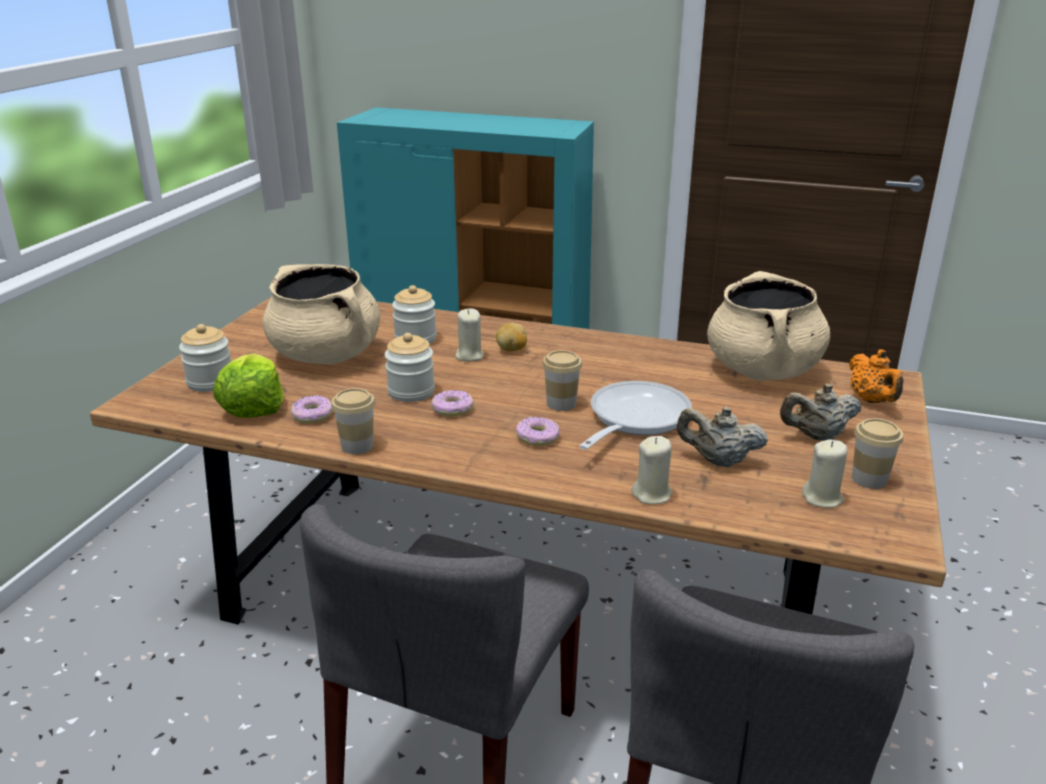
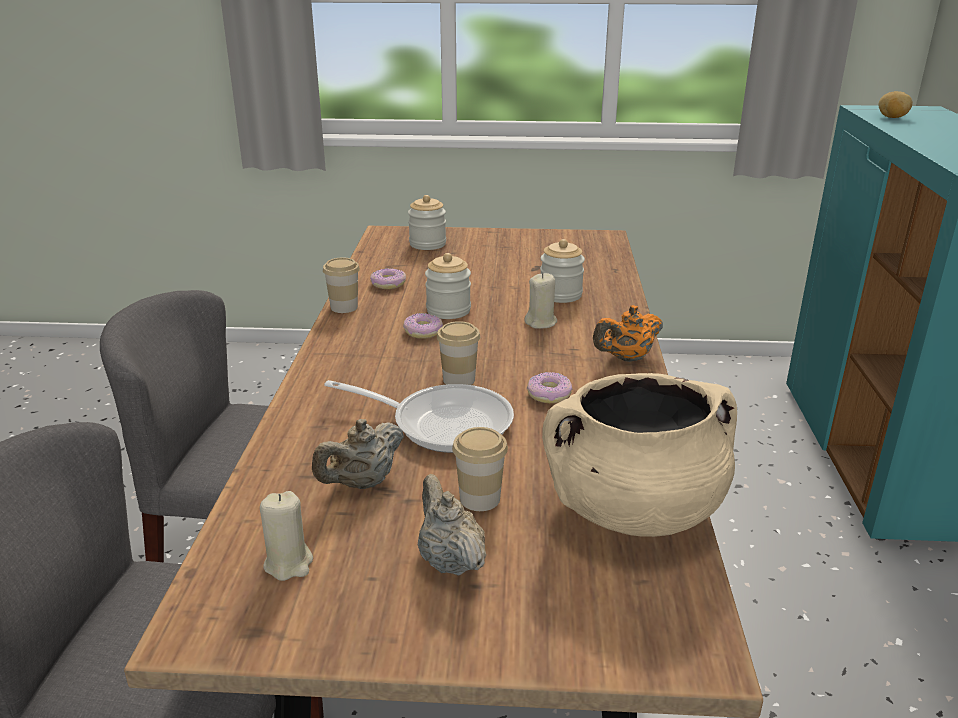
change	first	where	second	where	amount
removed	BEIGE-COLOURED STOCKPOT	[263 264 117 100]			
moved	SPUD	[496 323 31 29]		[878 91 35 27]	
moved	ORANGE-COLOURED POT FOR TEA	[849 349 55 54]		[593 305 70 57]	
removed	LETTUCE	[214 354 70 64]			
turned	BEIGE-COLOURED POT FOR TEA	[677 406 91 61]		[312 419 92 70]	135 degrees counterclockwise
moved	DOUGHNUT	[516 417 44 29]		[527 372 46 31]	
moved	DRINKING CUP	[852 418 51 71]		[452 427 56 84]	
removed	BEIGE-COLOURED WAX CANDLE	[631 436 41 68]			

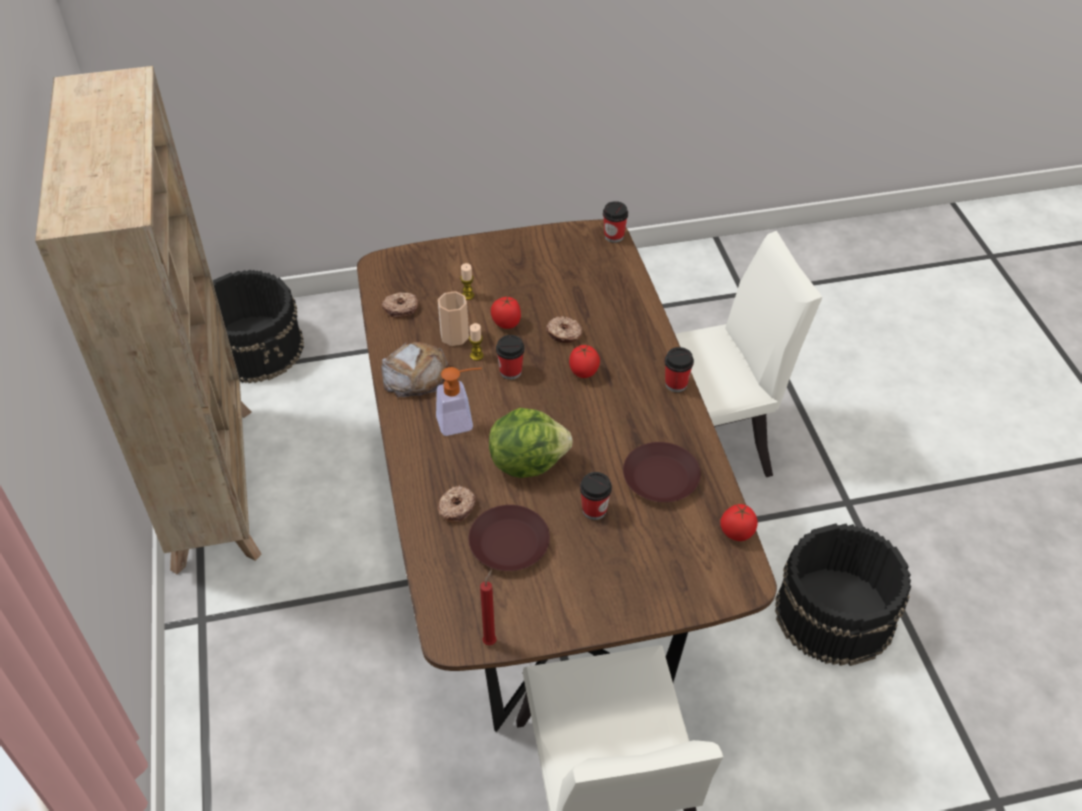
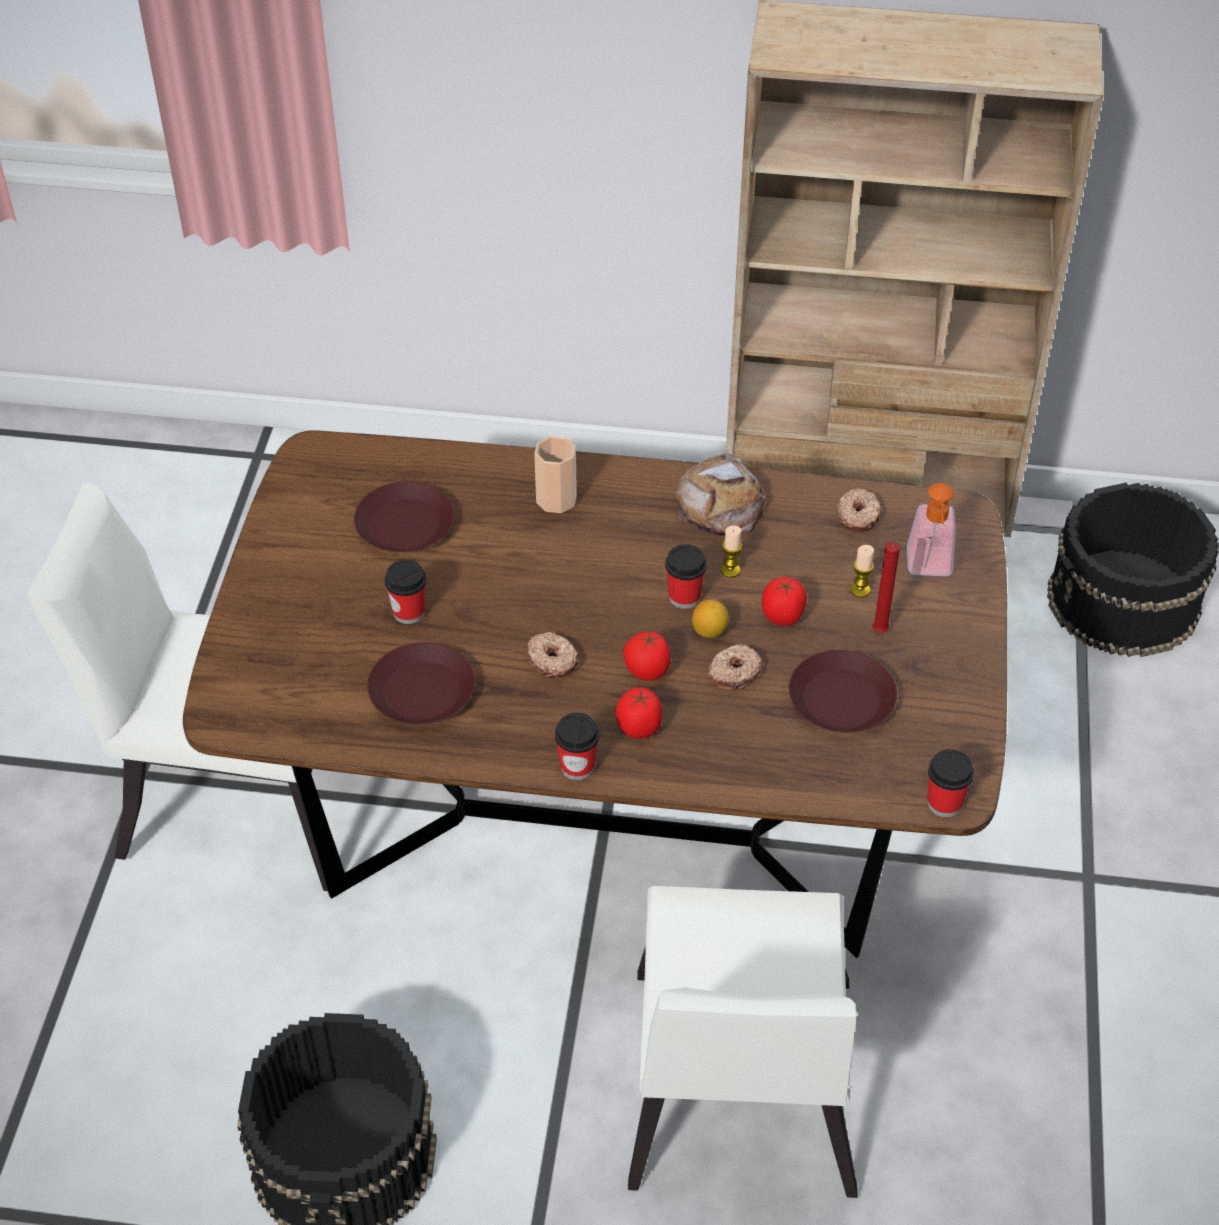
change	first	where	second	where	amount
moved	DRINKING CUP	[438 291 31 55]		[534 436 43 77]	
moved	LIQUID SOAP BOTTLE	[436 367 46 69]		[907 483 49 93]	
removed	LETTUCE	[489 408 84 70]			
moved	DOUGHNUT	[437 485 39 38]		[527 632 52 46]	
moved	WHOLE TOMATO	[720 504 38 37]		[615 687 47 52]	
moved	RED-COLOURED WAX CANDLE	[480 570 17 75]		[873 541 33 92]	
added			LEMON	[692 599 37 39]	
added			BROWN-COLOURED DINNER PLATE	[789 650 108 83]	

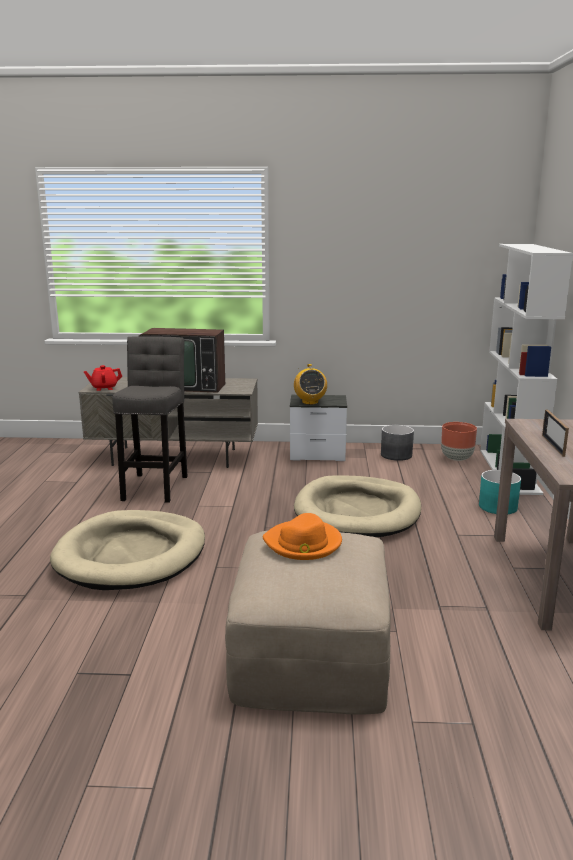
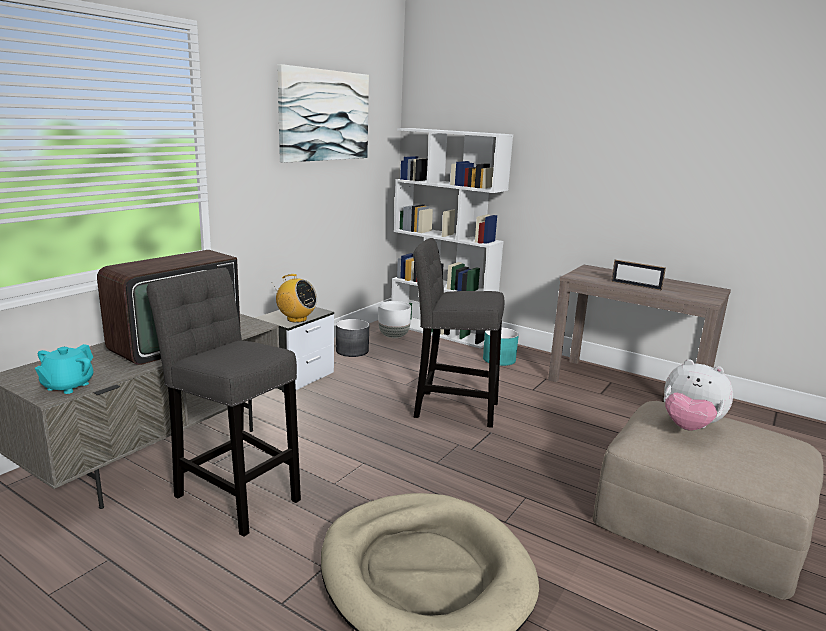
change	first	where	second	where	amount
recoloured	RED-COLOURED POT FOR TEA	[84 365 38 26]	TURQUOISE POT FOR TEA	[35 344 59 50]	
recoloured	BROWN-COLOURED PLANT POT	[441 422 36 39]	WHITE PLANT POT	[379 301 32 37]	
replaced	BEIGE-COLOURED DOG CUSHION	[294 475 127 62]	GREYISH STOOL	[413 238 91 190]	
replaced	ORANGE-COLOURED CLOTHING HAT	[263 513 79 47]	PLUSH TOY	[664 359 69 72]	
added			WALL ART	[277 64 92 99]	

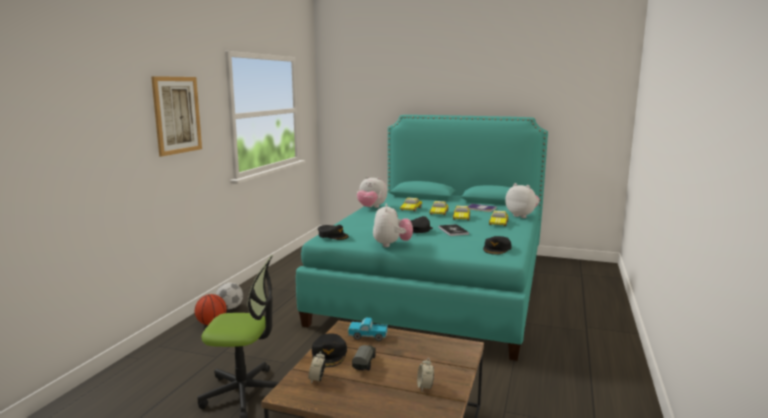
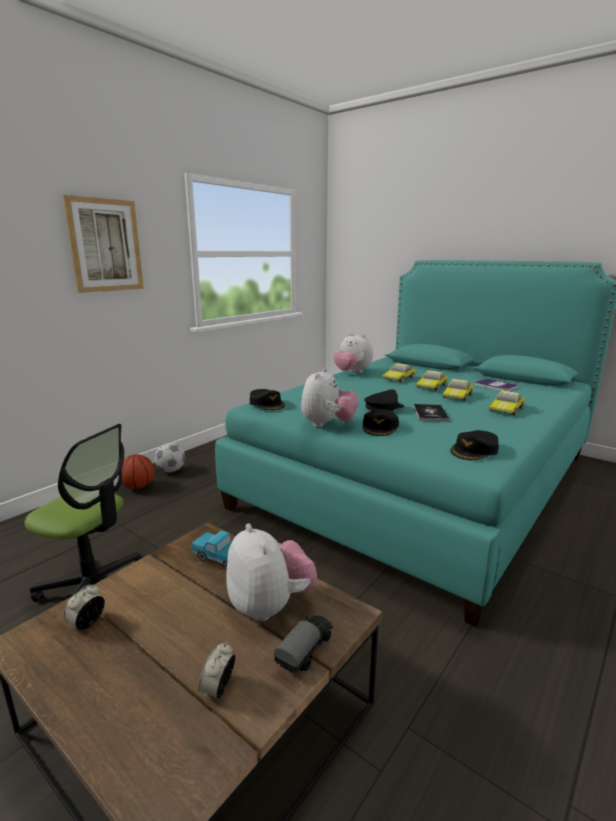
change	first	where	second	where	amount
moved	PLUSH TOY	[505 183 35 35]		[227 523 90 98]	
moved	BLACKISH BASEBALL CAP	[312 333 35 34]		[363 409 36 27]	
moved	MODEL TRUCK	[352 345 24 26]		[274 616 59 57]	

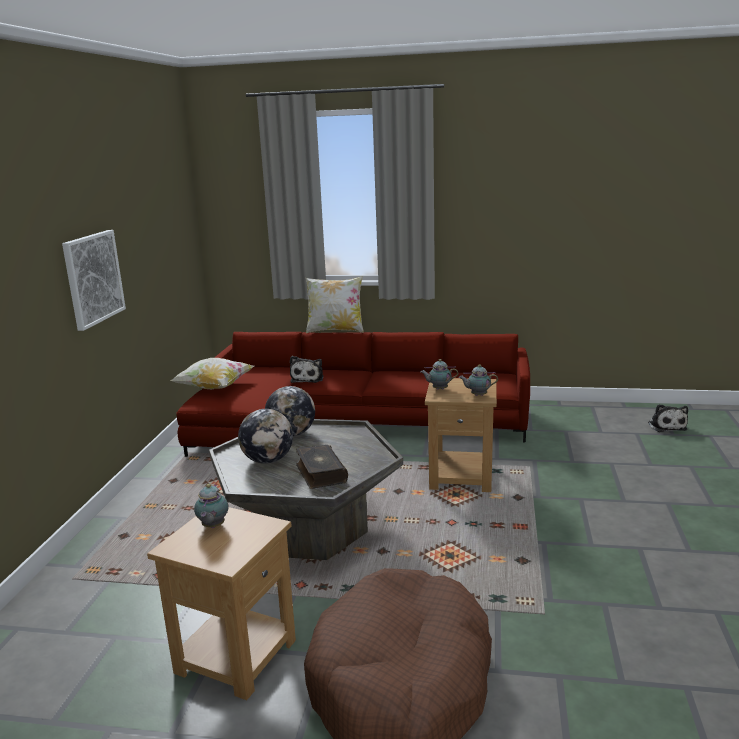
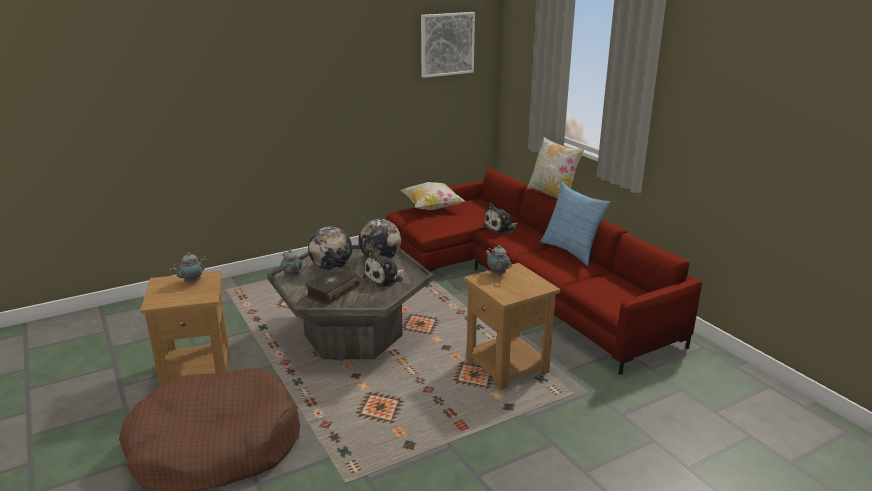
change	first	where	second	where	amount
moved	WALL ART	[62 230 64 101]		[421 12 54 66]	
moved	POT FOR TEA	[459 364 39 32]		[281 249 21 29]	
moved	PLUSH TOY	[648 404 40 28]		[363 249 42 38]	
added			PILLOW	[540 182 71 84]	

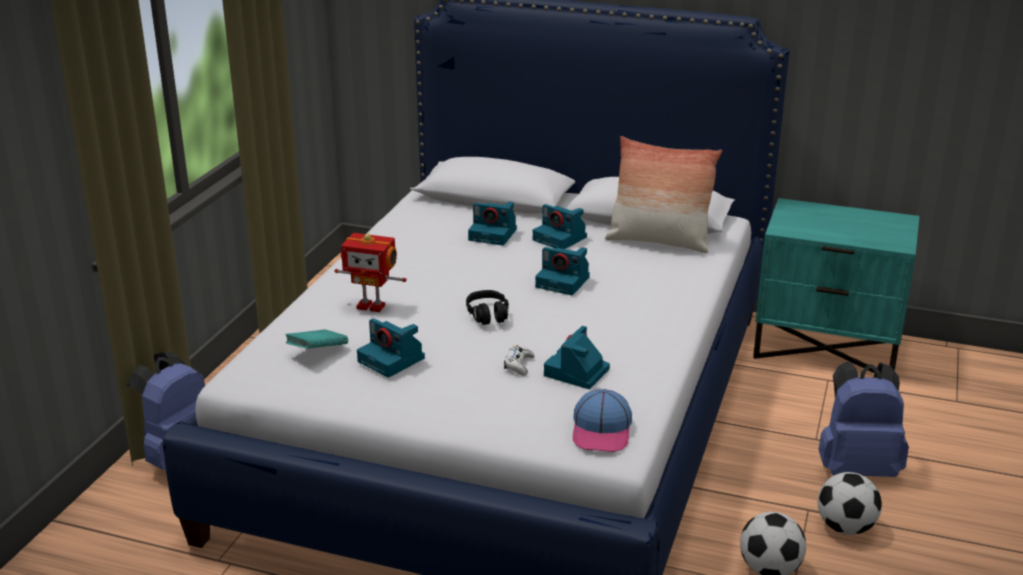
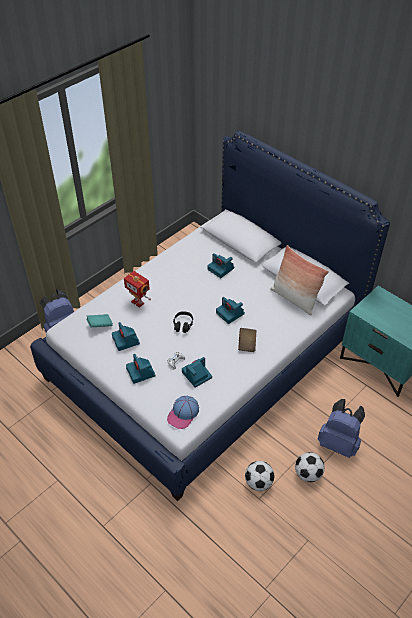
change	first	where	second	where	amount
moved	PHOTO CAMERA	[533 204 54 45]		[126 354 29 30]	
added			BROWN-COLOURED VOLUME	[238 328 19 24]	

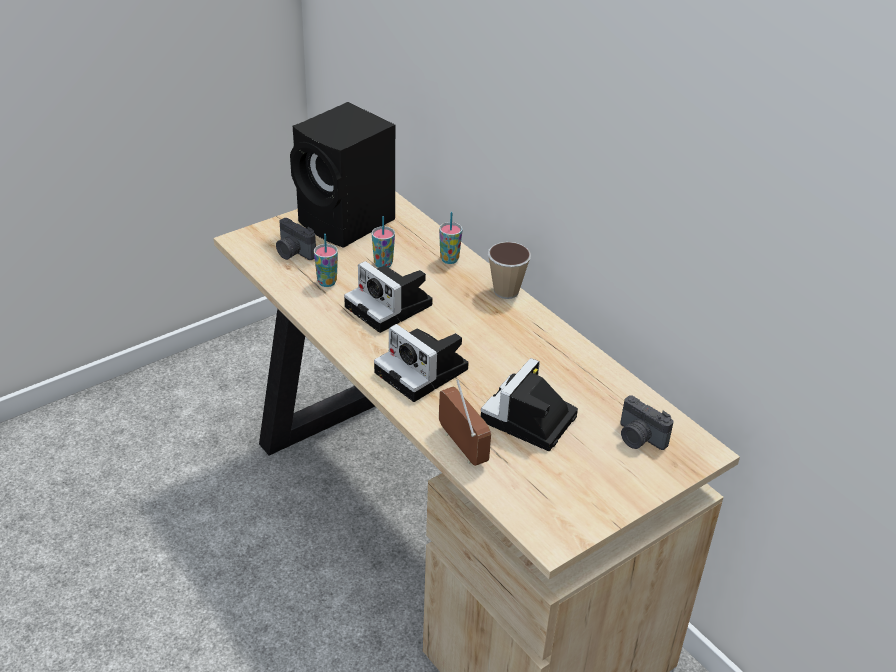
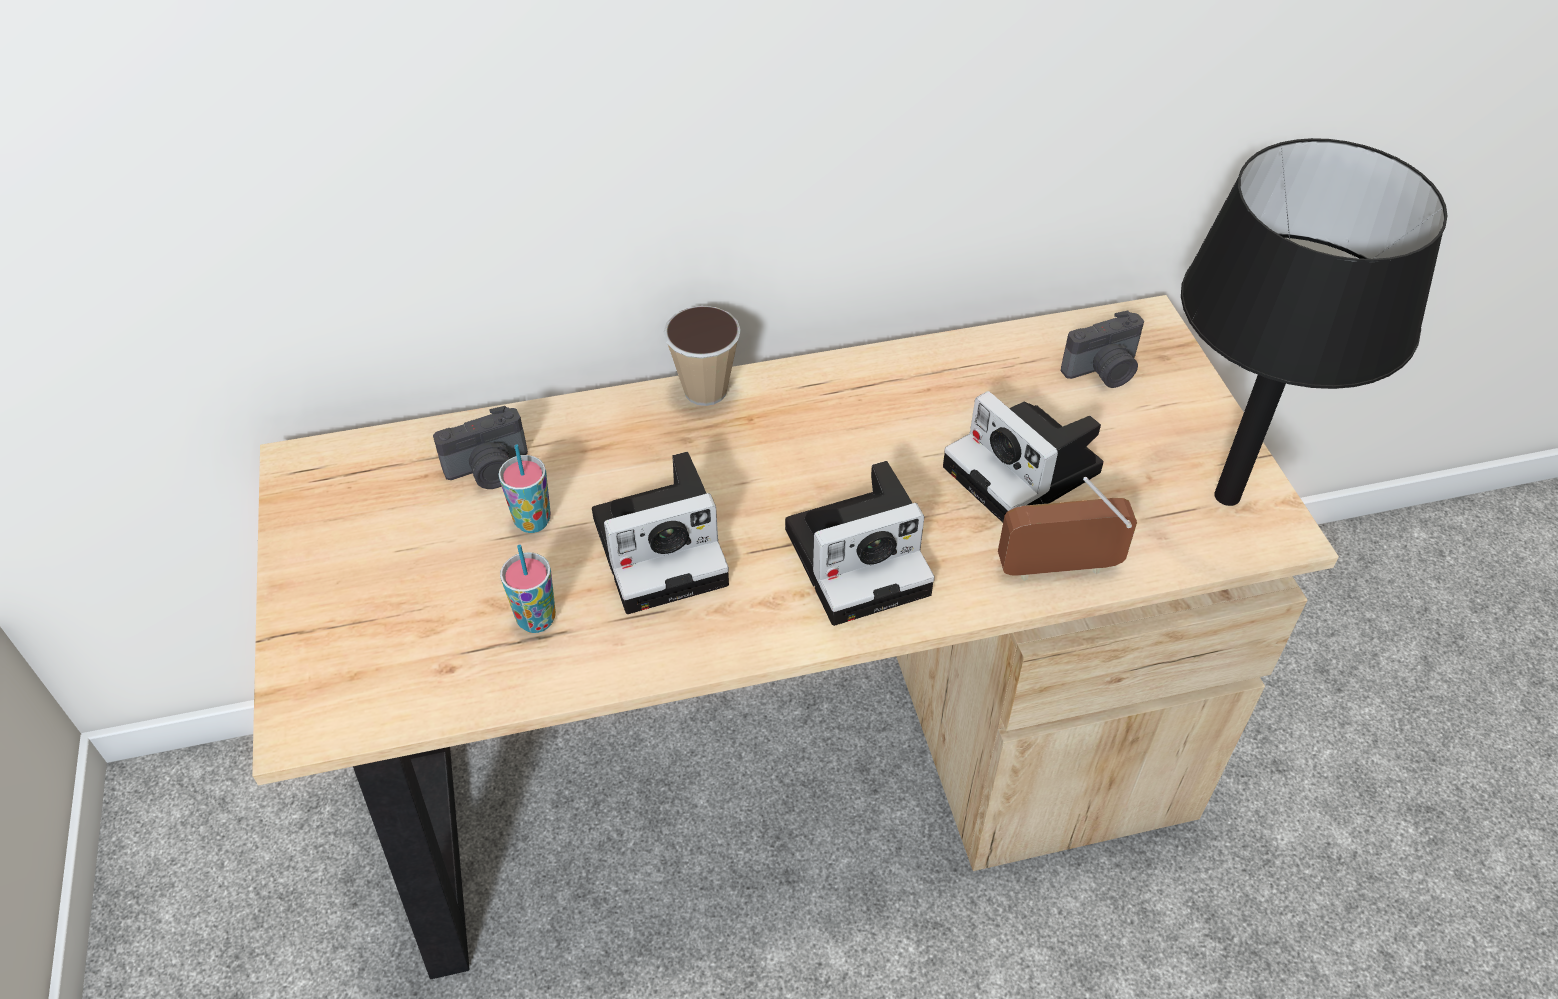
change	first	where	second	where	amount
removed	BLACKISH LOUDSPEAKER	[290 102 105 146]			
removed	DRINKING CUP	[439 212 24 52]			
moved	PHOTO CAMERA	[276 218 40 42]		[433 406 95 83]	
added			BLACKISH TABLE LAMP	[1181 138 267 368]	

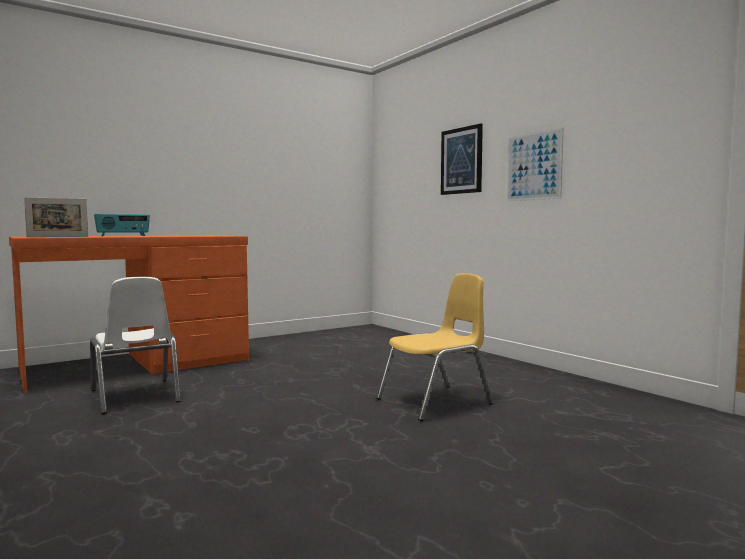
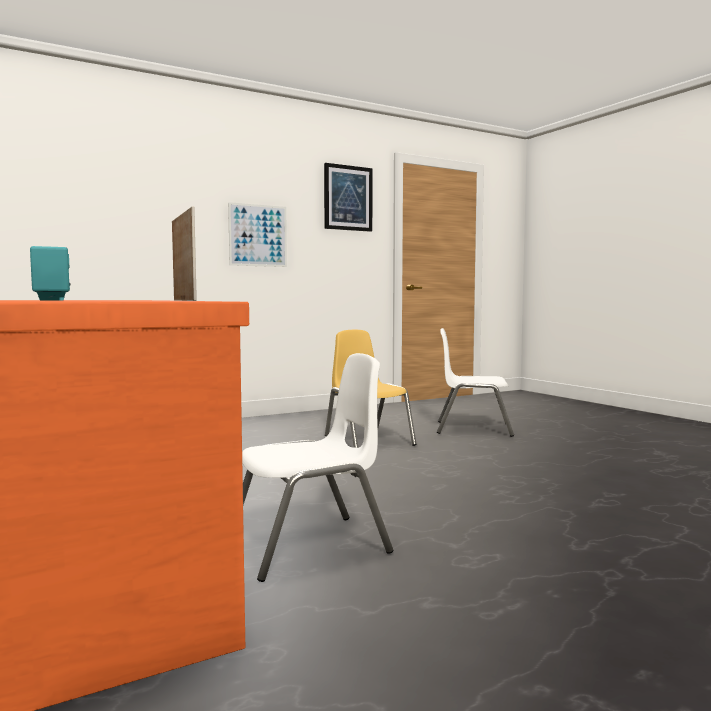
change	first	where	second	where	amount
moved	WALL ART	[441 124 42 71]		[324 163 48 69]	
added			WHITE CHAIR	[437 328 77 109]	

